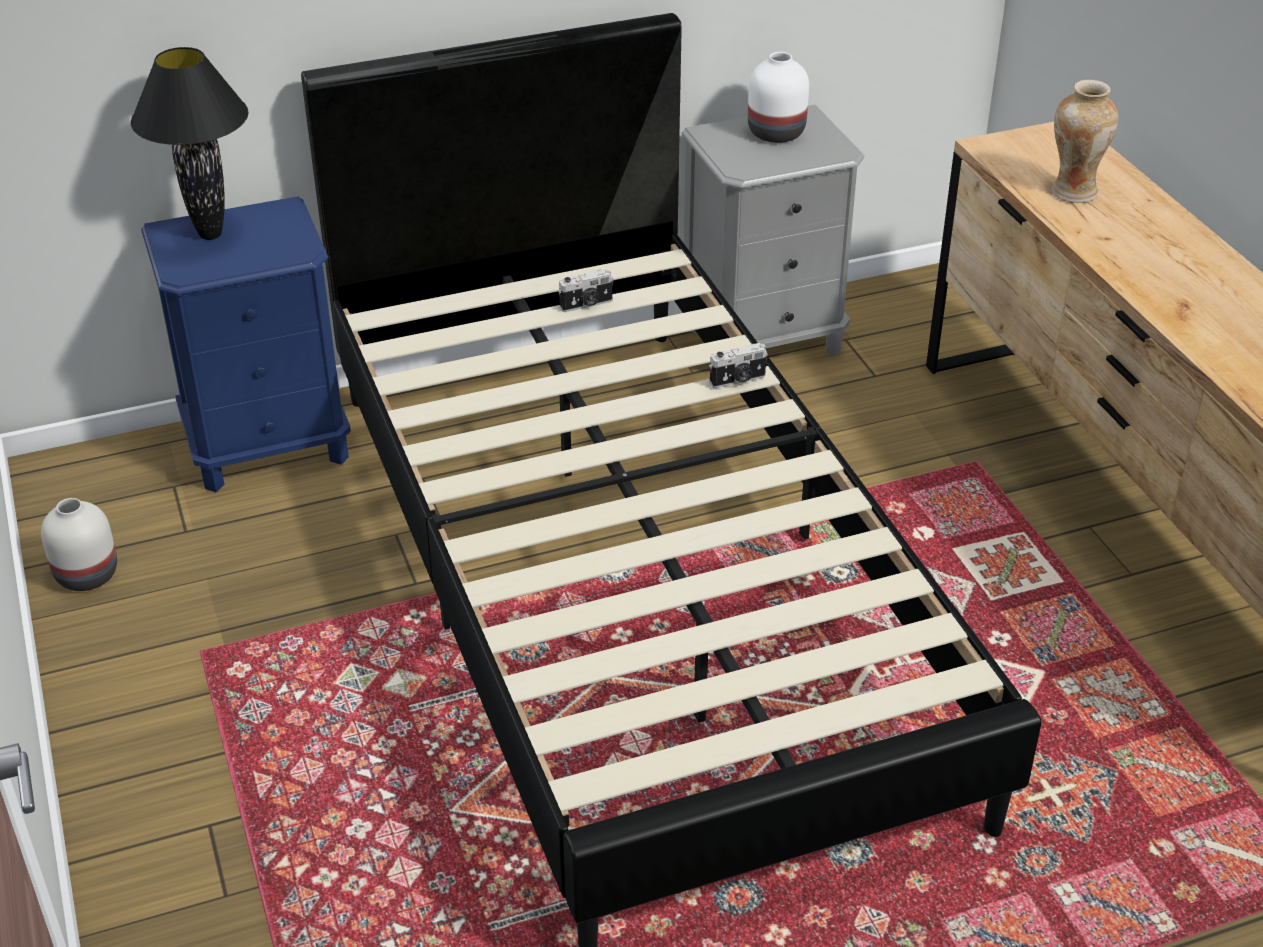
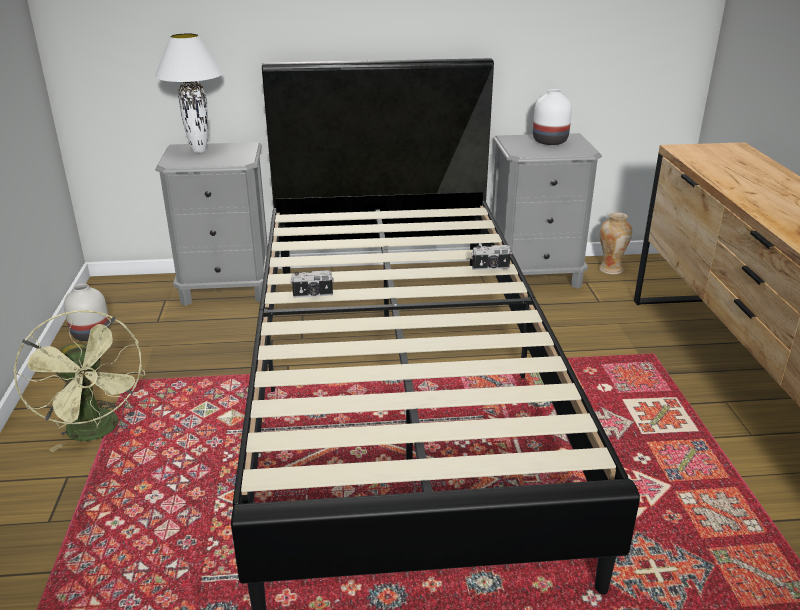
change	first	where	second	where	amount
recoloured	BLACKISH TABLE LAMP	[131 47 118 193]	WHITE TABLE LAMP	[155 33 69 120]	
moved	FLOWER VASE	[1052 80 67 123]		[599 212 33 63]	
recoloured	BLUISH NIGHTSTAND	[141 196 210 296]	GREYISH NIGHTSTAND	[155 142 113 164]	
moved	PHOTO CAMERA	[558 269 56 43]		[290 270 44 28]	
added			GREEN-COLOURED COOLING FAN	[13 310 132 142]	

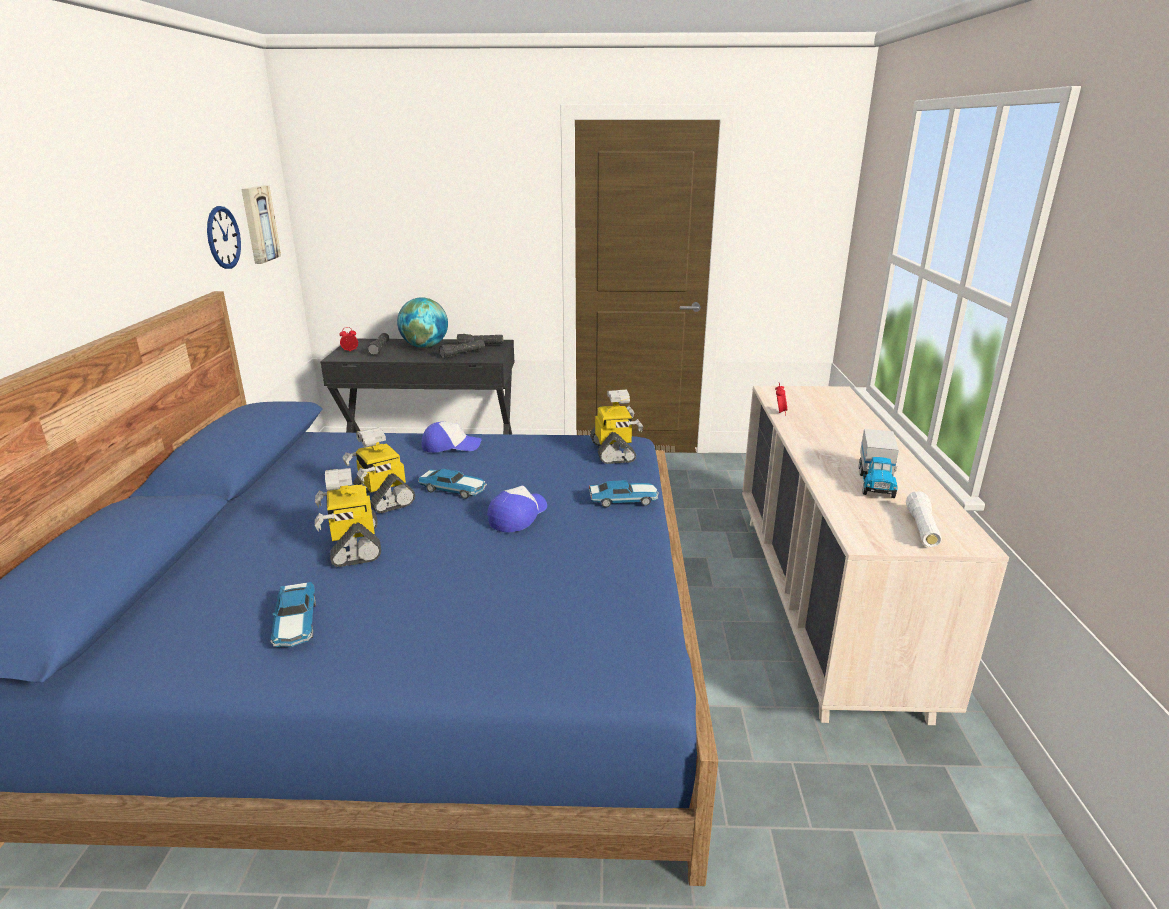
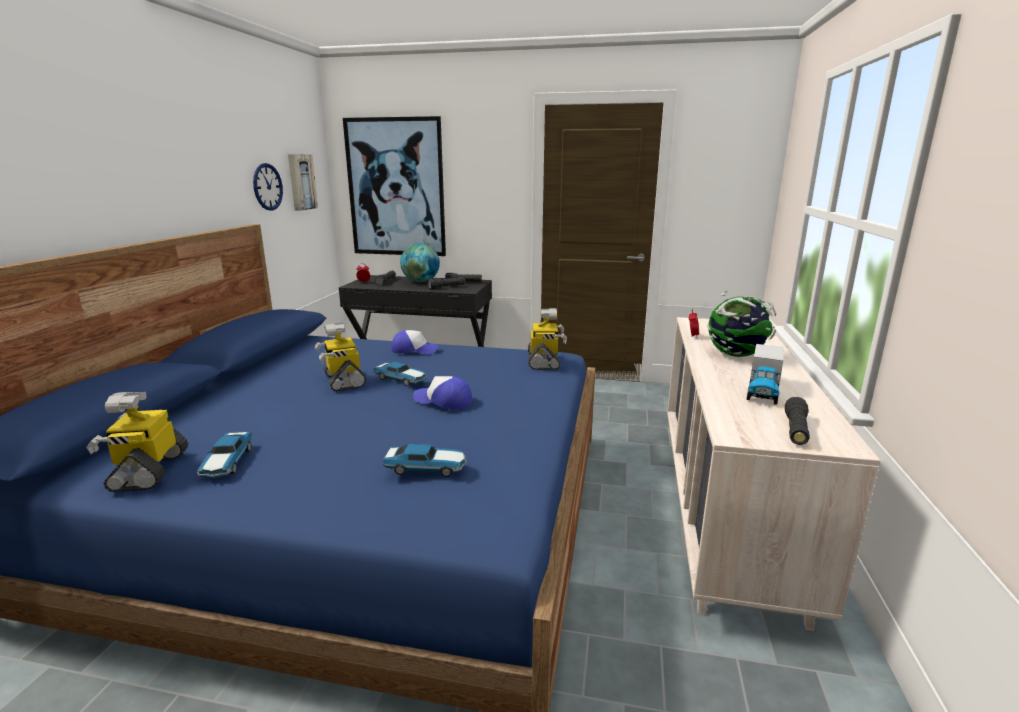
change	first	where	second	where	amount
moved	TOY ROBOT	[315 468 66 99]		[86 392 102 100]	
moved	MODEL CAR	[589 480 70 28]		[383 444 84 33]	
turned	BASEBALL CAP	[488 486 59 46]		[413 376 59 34]	105 degrees counterclockwise
recoloured	WHITE FLASHLIGHT	[906 491 36 56]	BLACKISH FLASHLIGHT	[785 397 25 48]	
added			WALL ART	[343 116 103 140]	
added			GLOBE	[707 291 69 66]	

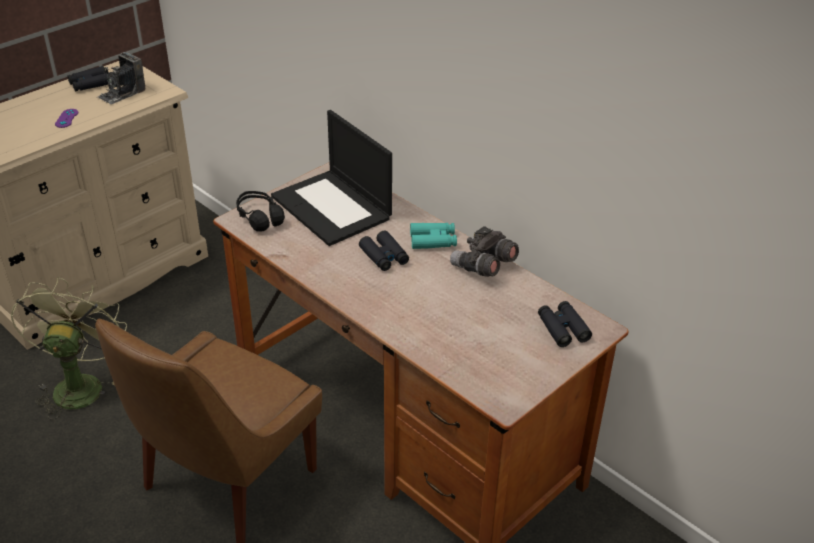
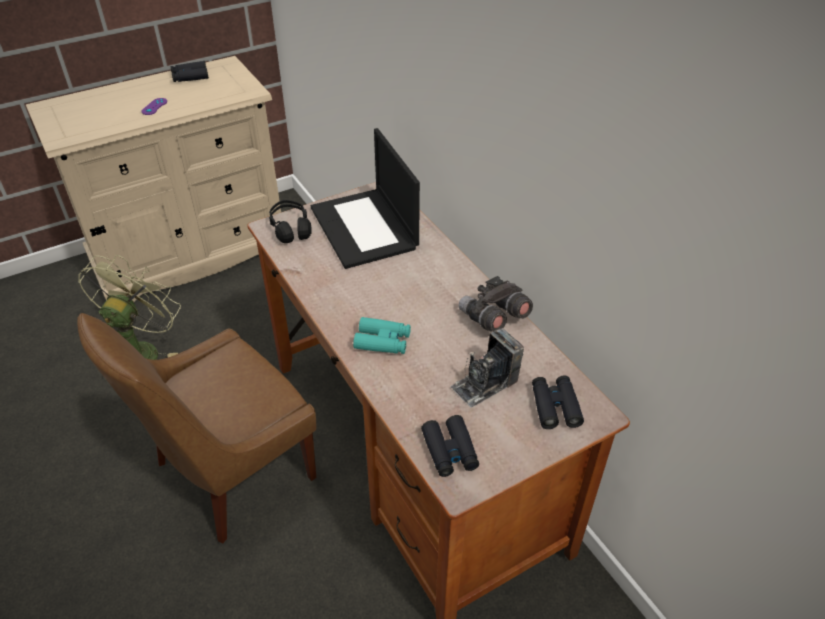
change	first	where	second	where	amount
moved	PHOTO CAMERA	[98 52 48 52]		[450 328 74 79]	
moved	TURQUOISE BINOCULARS	[410 223 47 26]		[353 317 58 37]	
moved	BLACKISH BINOCULARS	[359 231 50 40]		[421 415 58 62]	

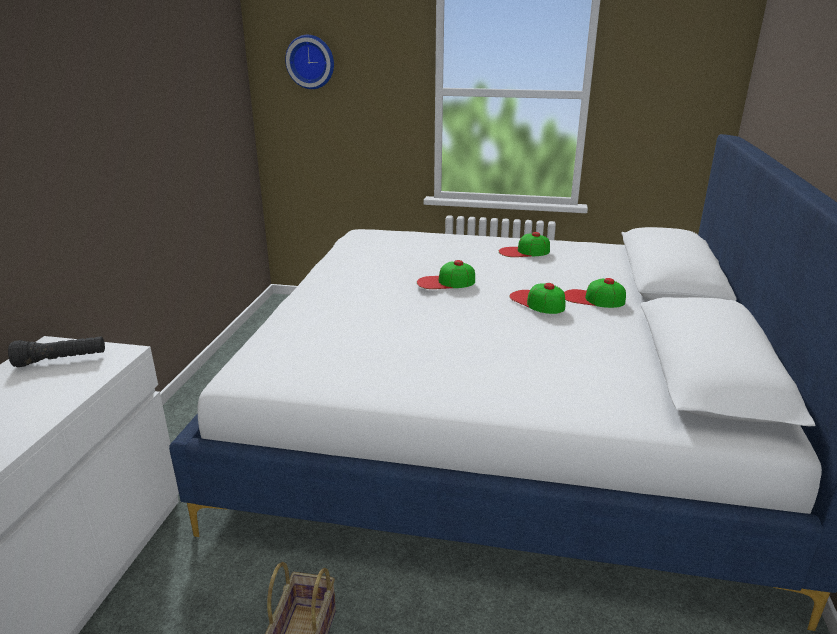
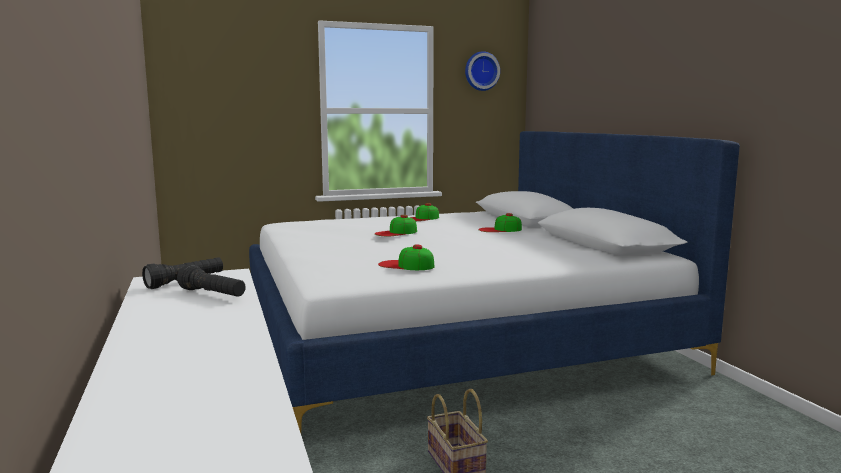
change	first	where	second	where	amount
moved	CLOCK ON THE WALL	[285 35 49 54]		[465 51 35 40]	
moved	BASEBALL CAP	[510 283 55 31]		[378 244 57 26]	
added			BLACKISH FLASHLIGHT	[177 264 69 33]	

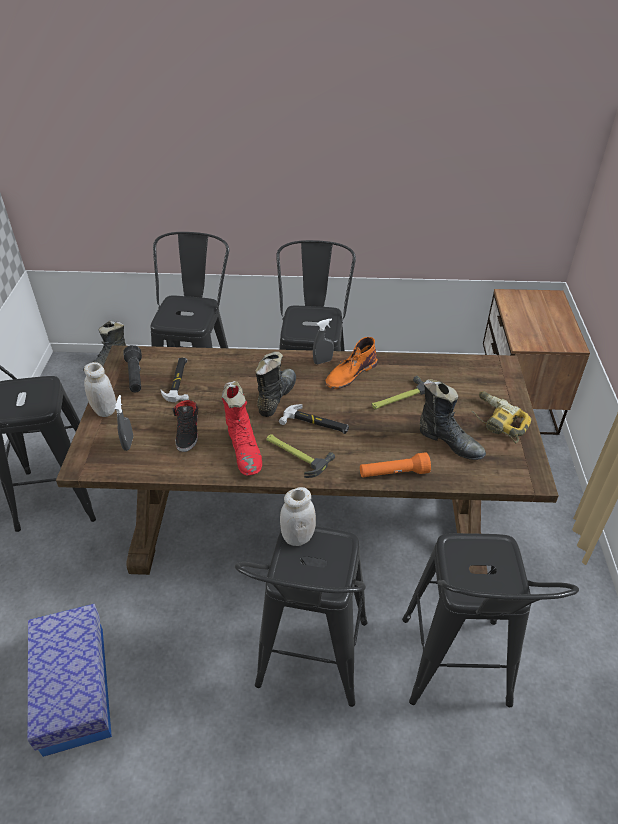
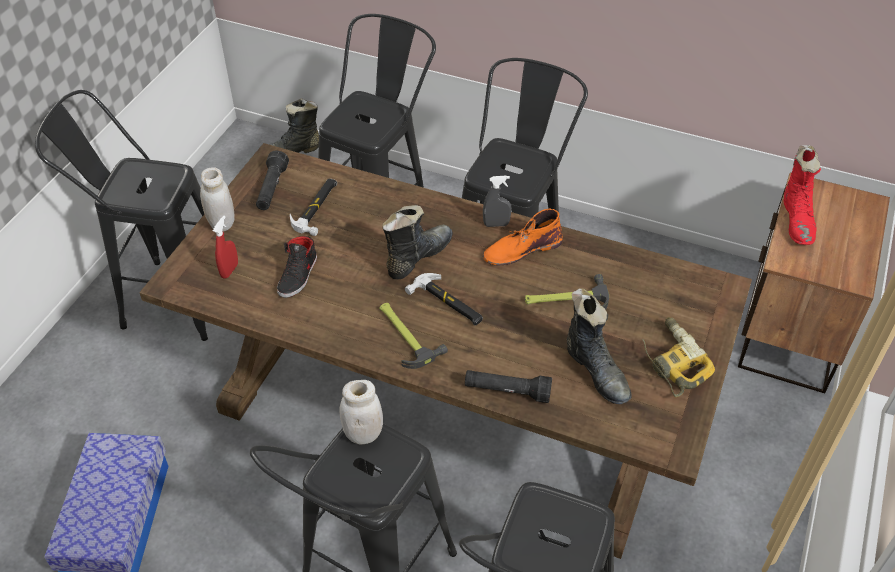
change	first	where	second	where	amount
moved	RED-COLOURED BOOT	[222 381 40 95]		[783 145 38 100]	
recoloured	GREYISH SPRAY BOTTLE	[115 395 18 56]	RED-COLOURED SPRAY BOTTLE	[213 216 25 63]	
recoloured	ORANGE-COLOURED FLASHLIGHT	[360 452 71 26]	BLACKISH FLASHLIGHT	[465 370 87 33]	

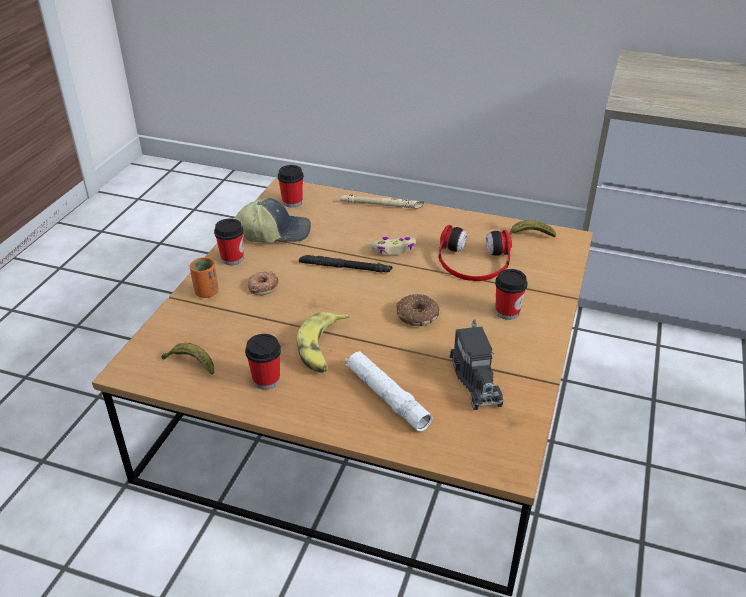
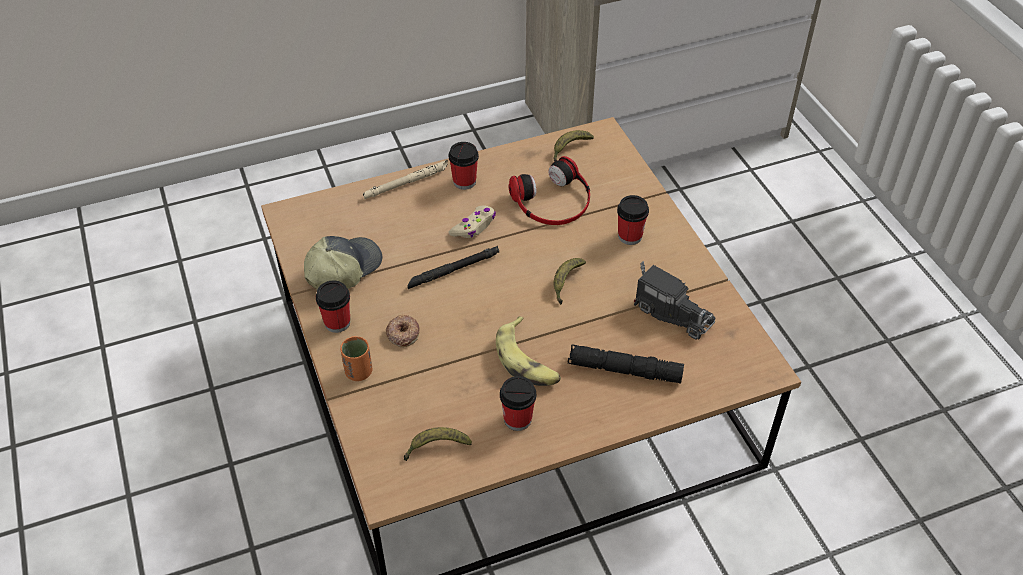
change	first	where	second	where	amount
moved	DRINKING CUP	[278 165 26 42]		[449 142 30 48]	
replaced	DOUGHNUT	[397 294 42 32]	WHOLE BANANA	[554 258 32 47]	
recoloured	WHITE FLASHLIGHT	[345 351 87 81]	BLACKISH FLASHLIGHT	[568 344 116 40]	

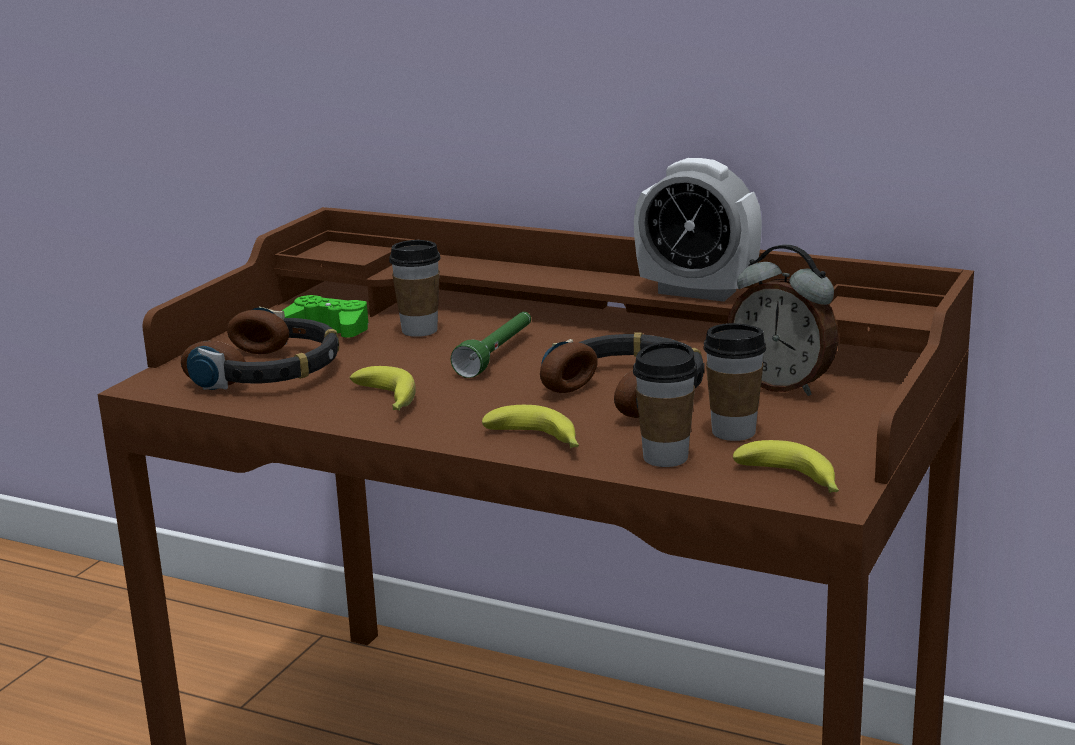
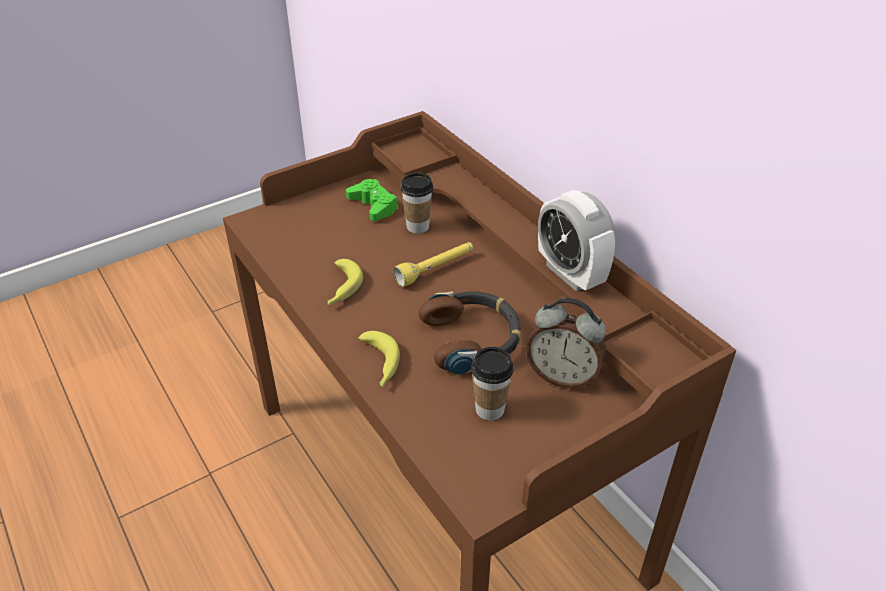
change	first	where	second	where	amount
turned	TABLE CLOCK	[727 244 112 152]		[526 298 80 91]	45 degrees counterclockwise
removed	HEADSET	[181 307 158 83]			
recoloured	GREEN-COLOURED FLASHLIGHT	[451 312 80 66]	YELLOW-COLOURED FLASHLIGHT	[393 242 80 45]	
removed	DRINKING CUP	[633 342 65 125]			
removed	WHOLE BANANA	[733 440 106 53]			

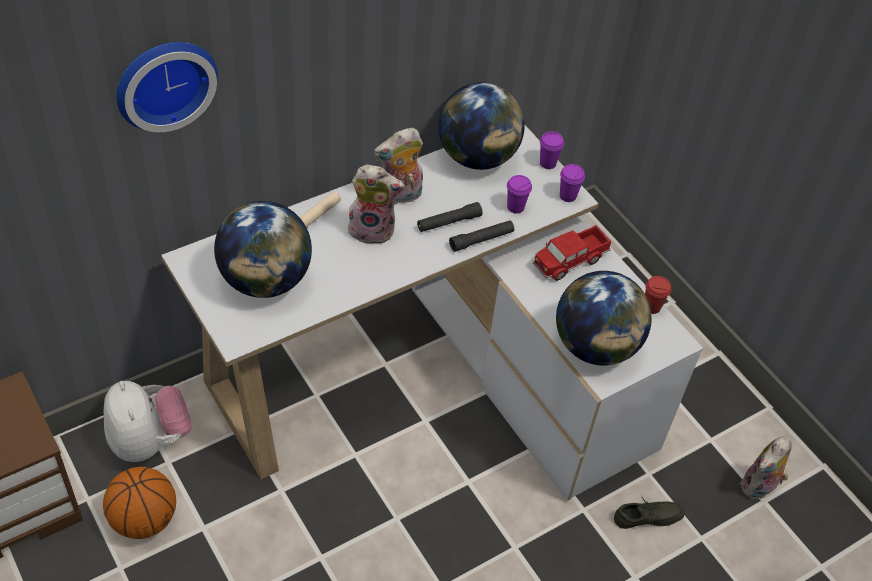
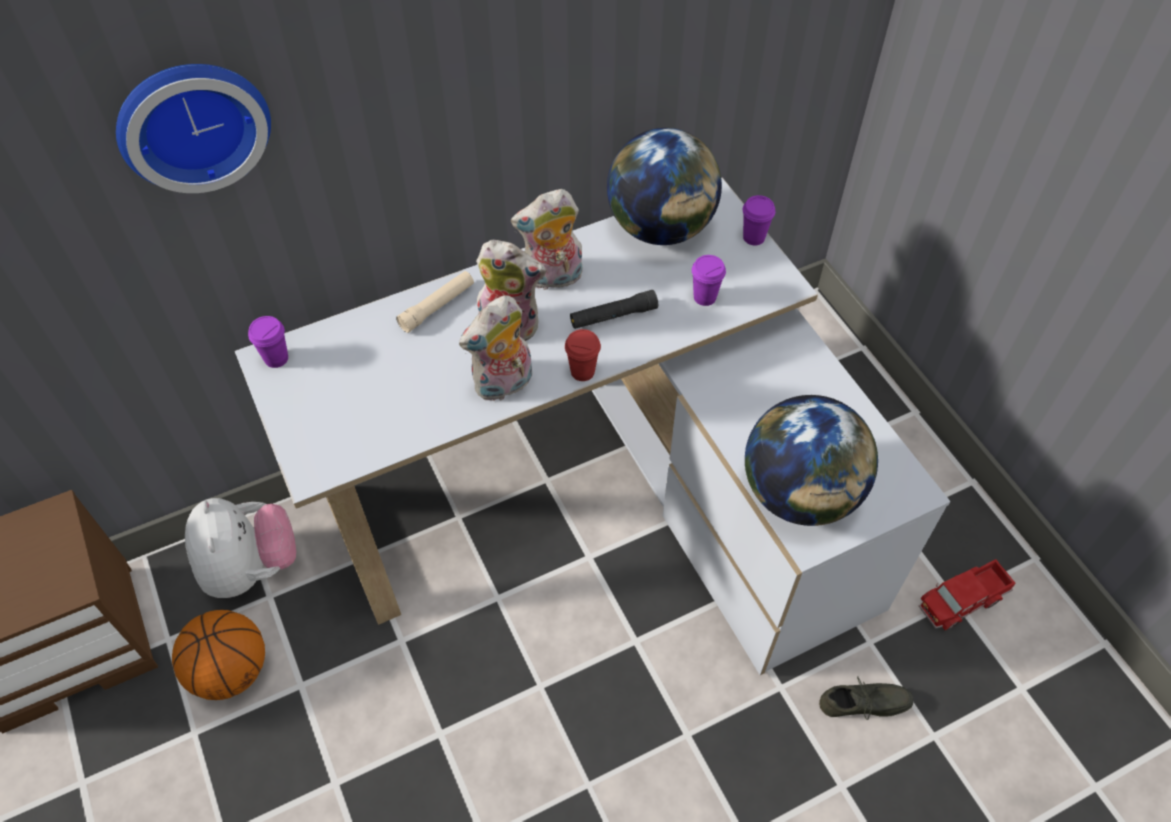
change	first	where	second	where	amount
moved	PURPLE DRINKING CUP	[560 164 25 38]		[248 316 40 52]	
removed	GLOBE	[214 201 98 97]			
removed	BLACKISH FLASHLIGHT	[449 220 65 32]			
moved	MODEL TRUCK	[533 225 78 56]		[919 559 97 71]	
moved	RED-COLOURED DRINKING CUP	[645 276 26 38]		[565 329 36 52]	
moved	PLUSH TOY	[740 436 52 63]		[459 295 73 108]	

